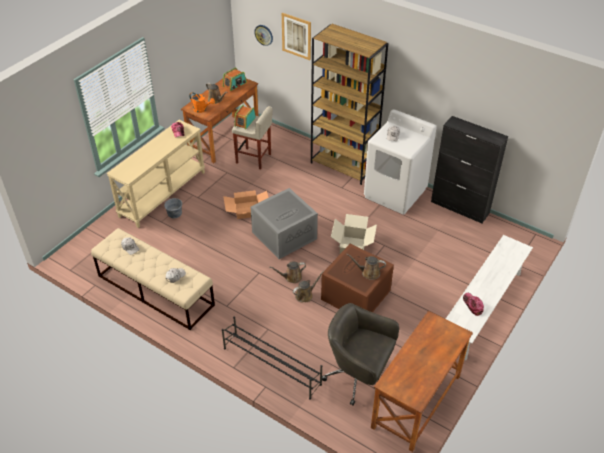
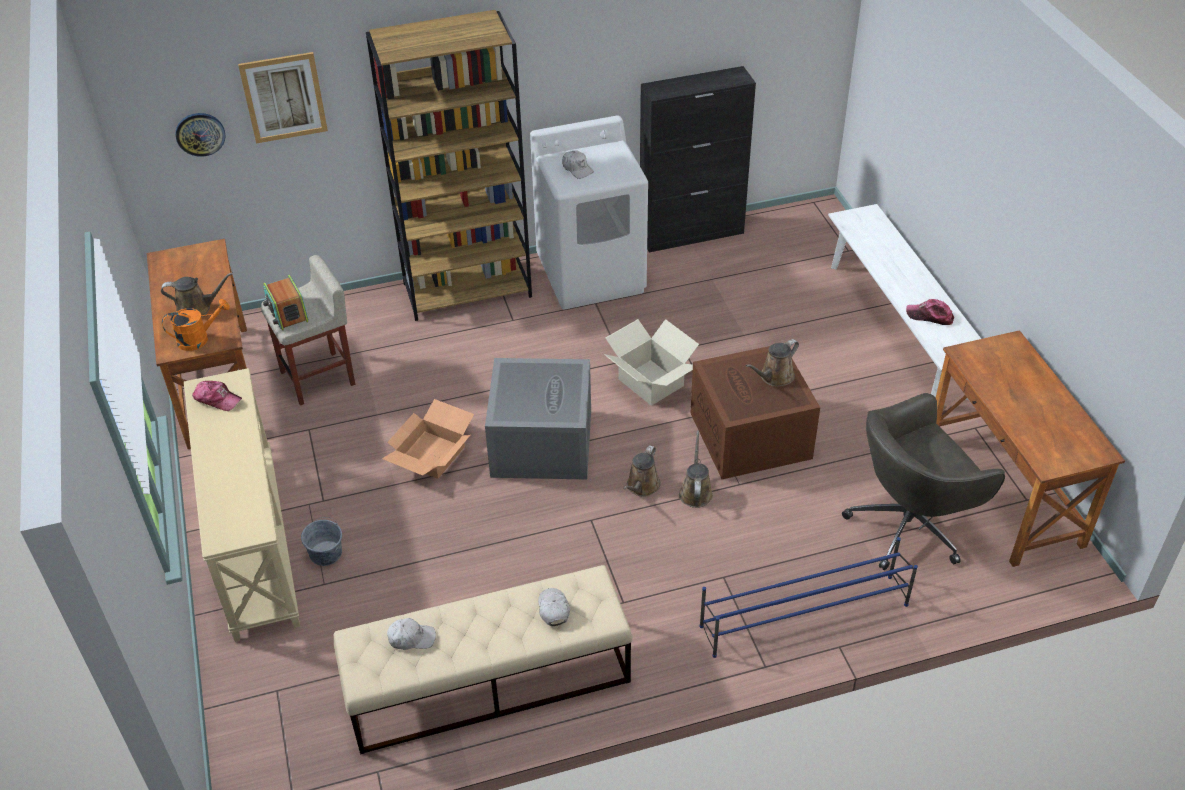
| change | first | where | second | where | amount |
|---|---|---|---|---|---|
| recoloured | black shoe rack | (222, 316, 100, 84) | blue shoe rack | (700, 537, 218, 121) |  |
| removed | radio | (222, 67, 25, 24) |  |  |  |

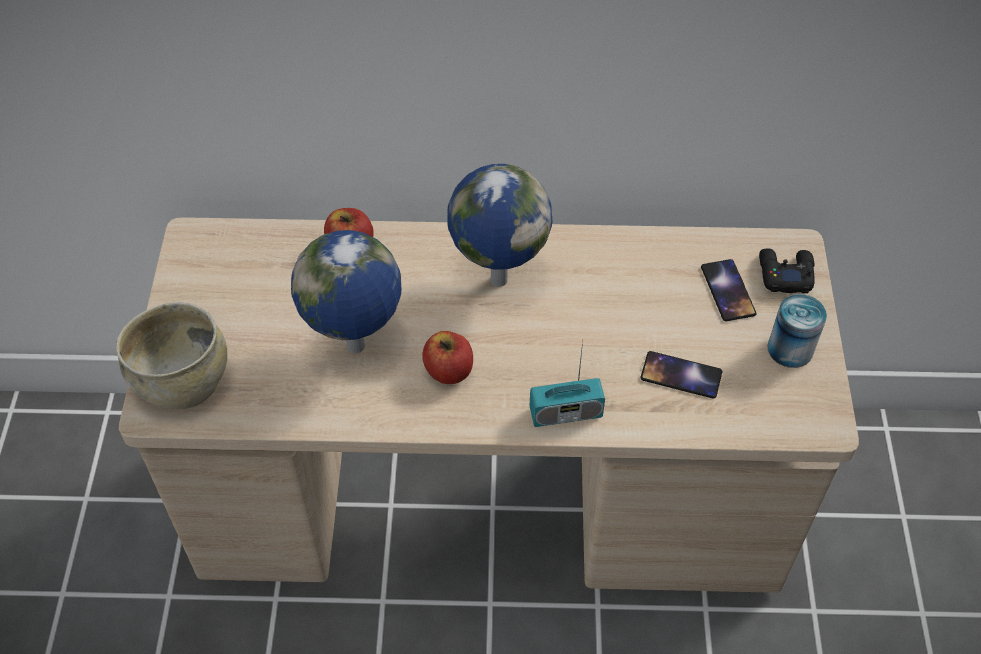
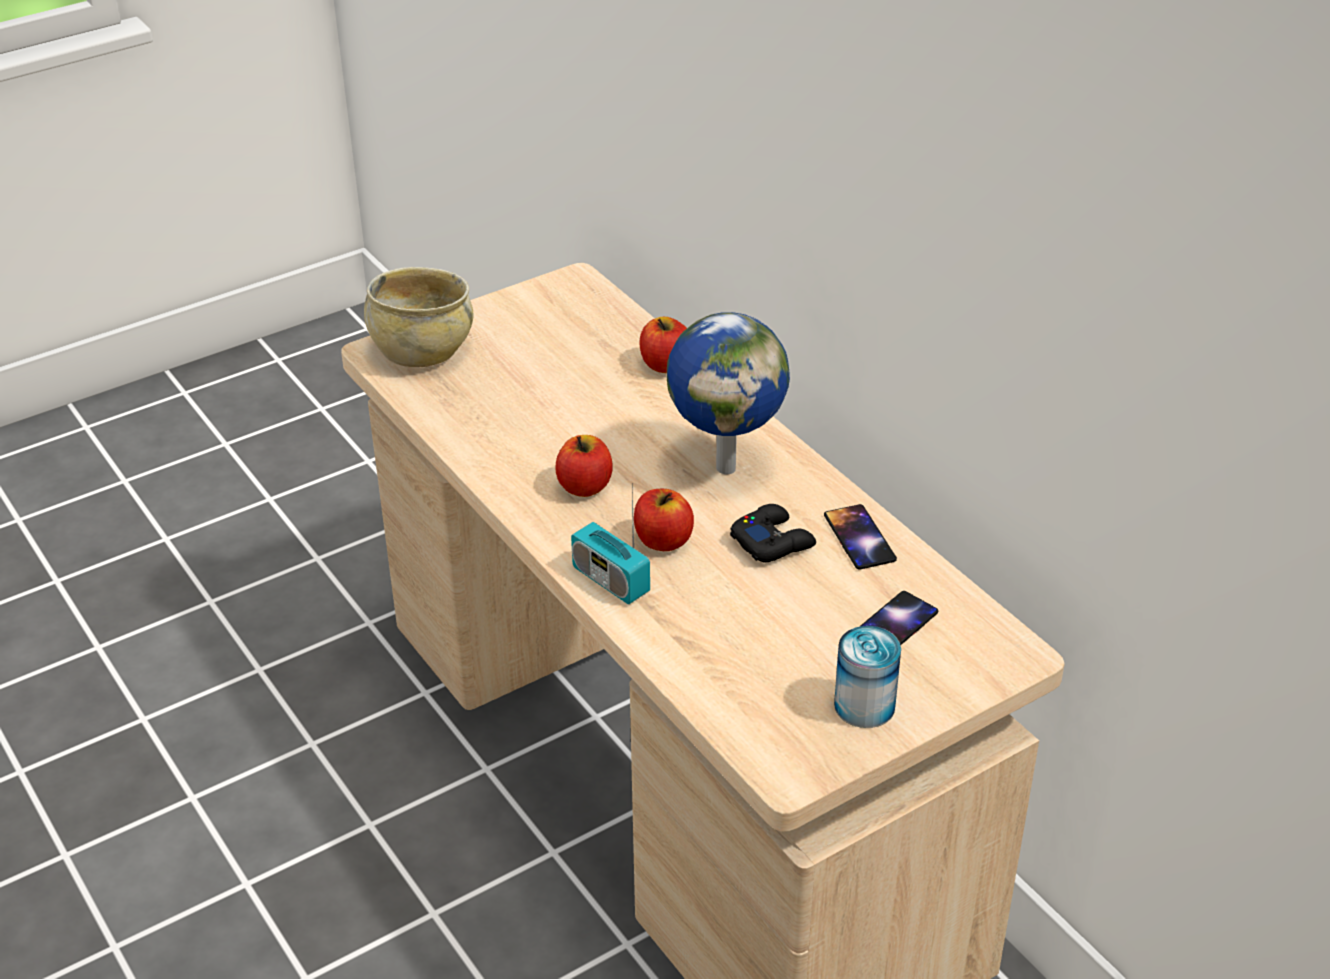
| change | first | where | second | where | amount |
|---|---|---|---|---|---|
| added |  |  | apple | (634, 489, 60, 62) |  |
| moved | black game controller | (759, 248, 56, 45) |  | (730, 504, 86, 58) |  |
| moved | phone | (640, 351, 82, 48) |  | (824, 504, 73, 66) |  |
| removed | globe | (291, 230, 110, 123) |  |  |  |

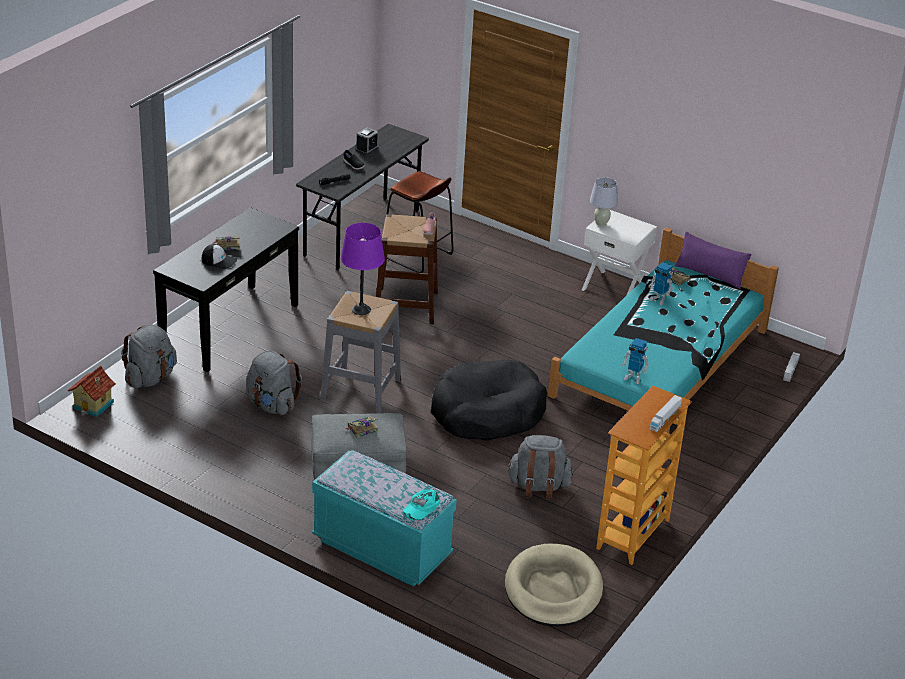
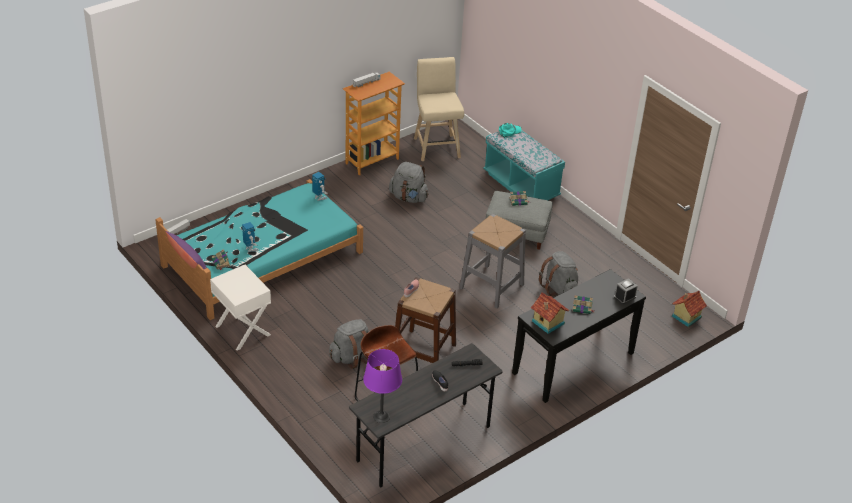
| change | first | where | second | where | amount |
|---|---|---|---|---|---|
| moved | grey backpack | (121, 324, 56, 64) |  | (329, 319, 40, 50) |  |
| moved | purple table lamp | (341, 223, 44, 92) |  | (363, 349, 39, 74) |  |
| replaced | beige dog bed | (505, 544, 98, 83) | beige stool | (414, 57, 50, 104) |  |
| added |  |  | toy house | (531, 292, 39, 42) |  |
| moved | alarm clock | (356, 127, 23, 28) |  | (614, 278, 24, 26) |  |
| removed | cap | (202, 244, 35, 25) |  |  |  |
| removed | black dog bed | (430, 359, 117, 82) |  |  |  |
| removed | white table lamp | (590, 177, 28, 49) |  |  |  |

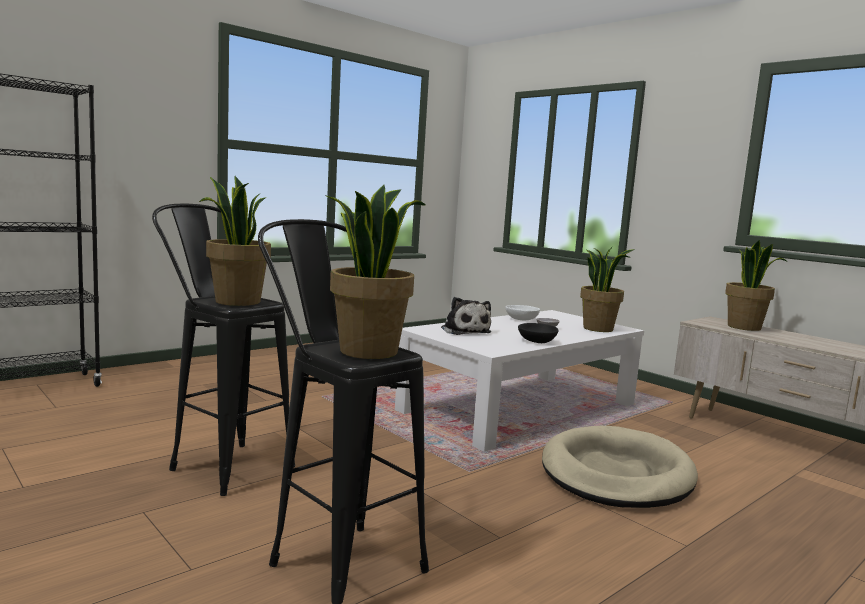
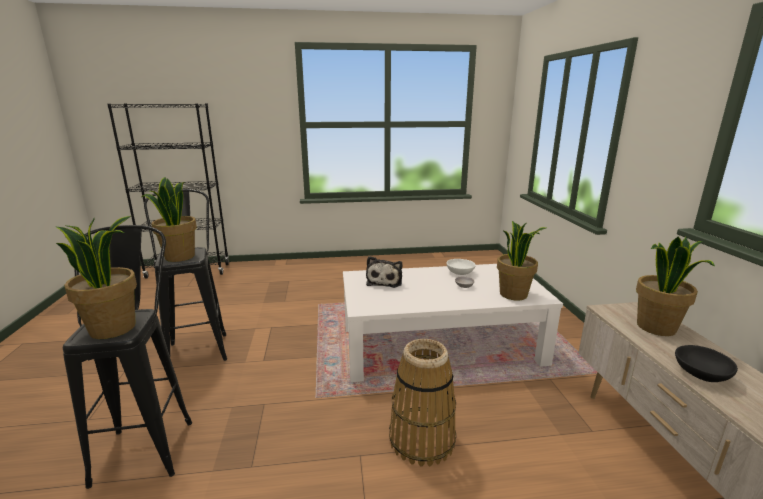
| change | first | where | second | where | amount |
|---|---|---|---|---|---|
| replaced | beige dog bed | (542, 426, 156, 82) | basket | (389, 339, 67, 127) |  |
| moved | black bowl | (518, 323, 40, 20) |  | (675, 345, 63, 37) |  |

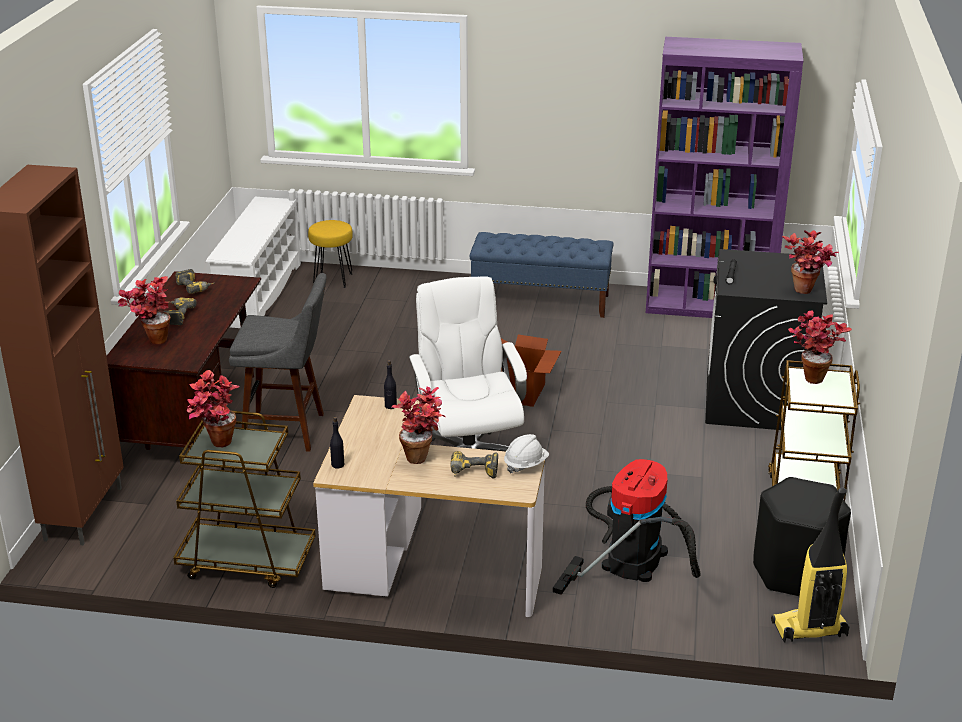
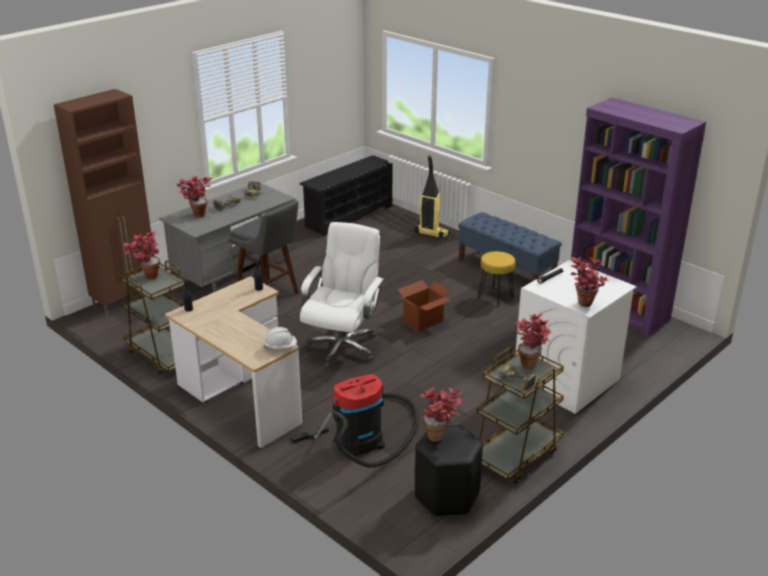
| change | first | where | second | where | amount |
|---|---|---|---|---|---|
| recoloured | brown desk | (106, 271, 155, 179) | grey desk | (159, 183, 137, 109) |  |
| recoloured | white shoe rack | (206, 197, 95, 131) | black shoe rack | (300, 155, 92, 81) |  |
| moved | vacuum cleaner | (771, 488, 79, 155) |  | (415, 155, 35, 84) |  |
| moved | potted plant | (392, 386, 53, 78) |  | (420, 387, 43, 55) |  |
| moved | yellow stool | (308, 220, 45, 68) |  | (478, 251, 37, 56) |  |
| moved | power drill | (451, 451, 47, 28) |  | (497, 364, 39, 27) |  |
| recoloured | black washing machine | (705, 249, 122, 181) | white washing machine | (515, 260, 122, 154) |  |

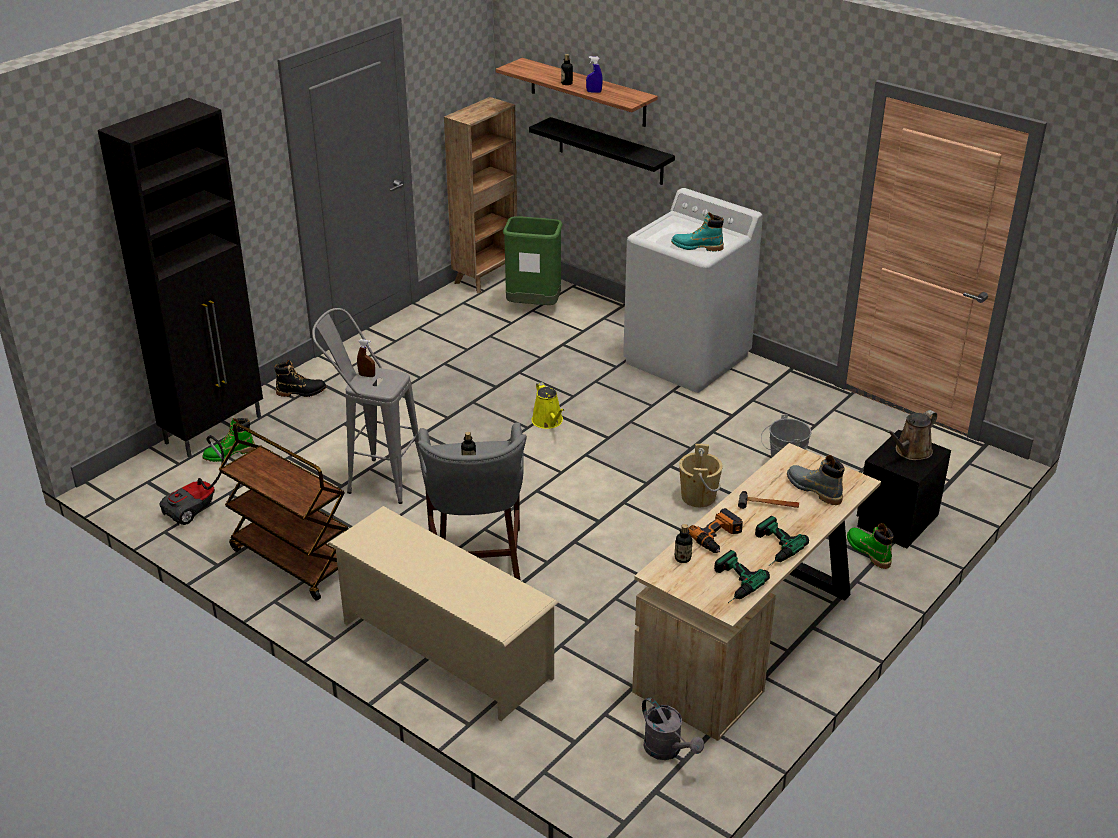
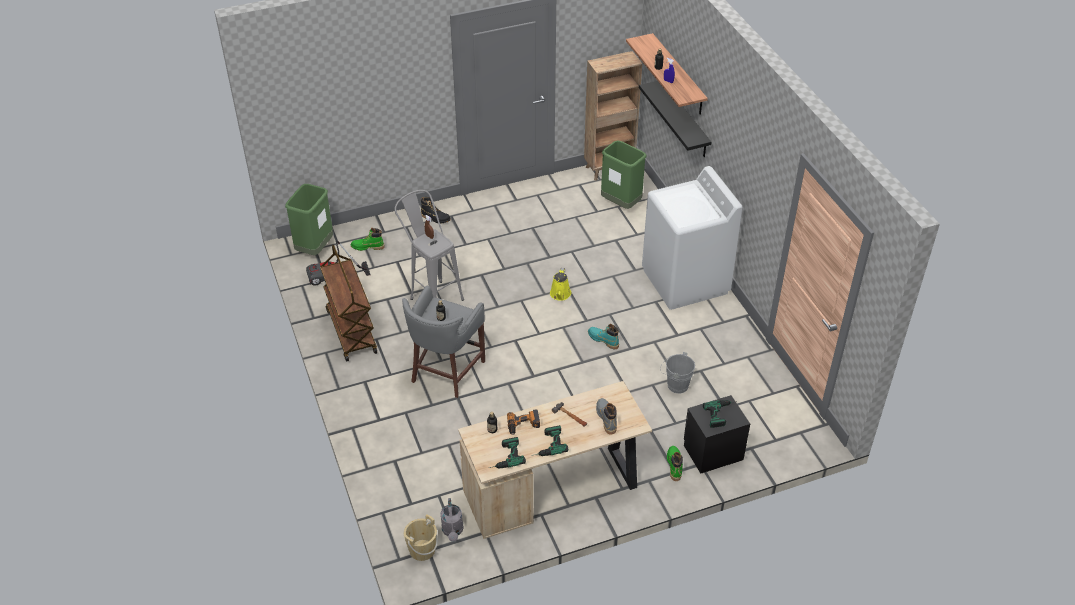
| change | first | where | second | where | amount |
|---|---|---|---|---|---|
| added |  |  | green trash can | (285, 184, 48, 71) |  |
| moved | beige bucket | (679, 444, 44, 63) |  | (404, 514, 34, 47) |  |
| moved | turquoise boot | (671, 212, 53, 40) |  | (588, 324, 31, 25) |  |
| replaced | brown watering can | (886, 410, 51, 50) | power drill | (703, 400, 34, 28) |  |
| removed | black cabinet | (98, 98, 165, 360) |  |  |  |
| removed | beige shoe rack | (328, 506, 231, 215) |  |  |  |

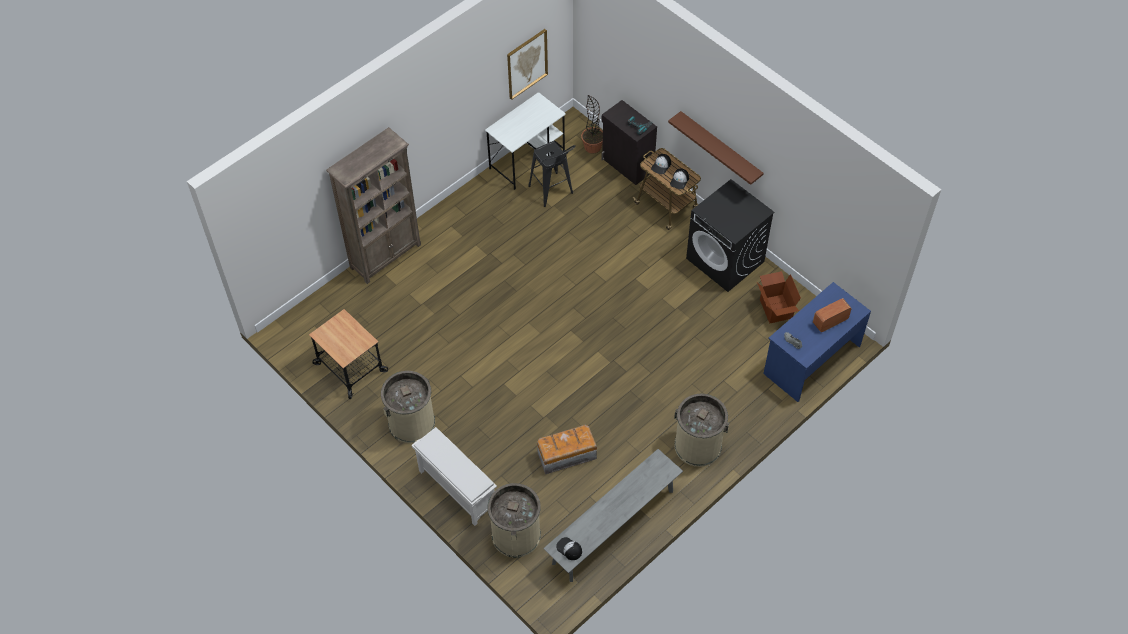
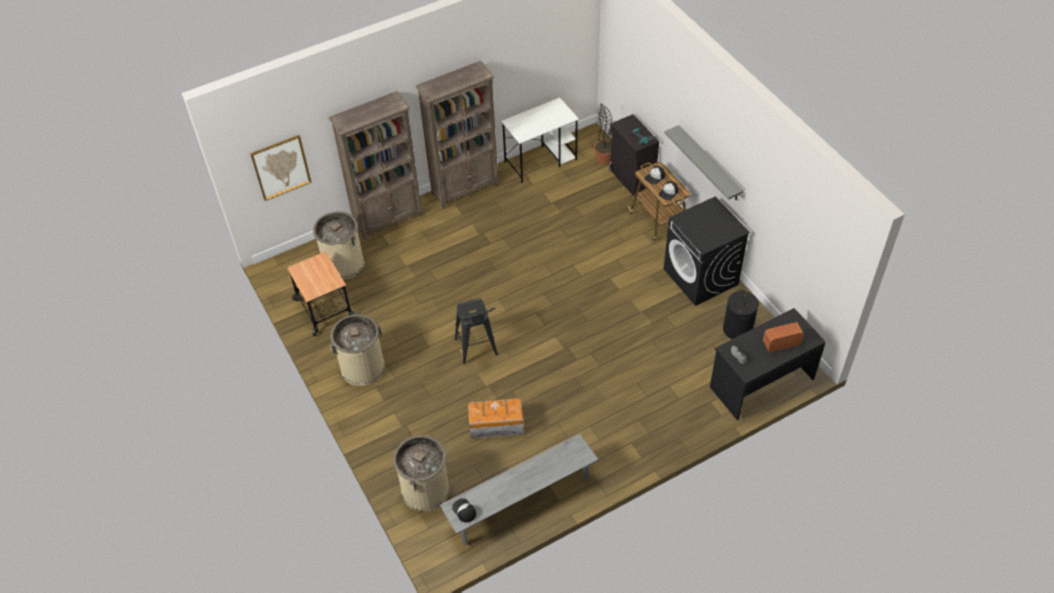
| change | first | where | second | where | amount |
|---|---|---|---|---|---|
| moved | picture | (507, 29, 41, 71) |  | (250, 135, 62, 66) |  |
| moved | beige trash can | (674, 394, 55, 73) |  | (313, 211, 51, 68) |  |
| added |  |  | brown bookcase | (415, 61, 84, 148) |  |
| moved | black stool | (528, 141, 48, 66) |  | (455, 298, 43, 66) |  |
| recoloured | brown shelf | (668, 111, 95, 74) | grey shelf | (664, 125, 80, 75) |  |
| recoloured | blue desk | (763, 282, 108, 120) | black desk | (710, 308, 116, 112) |  |
| replaced | cardboard box | (757, 271, 44, 52) | black laundry basket | (723, 289, 36, 50) |  |
| removed | white shoe rack | (412, 427, 85, 99) |  |  |  |

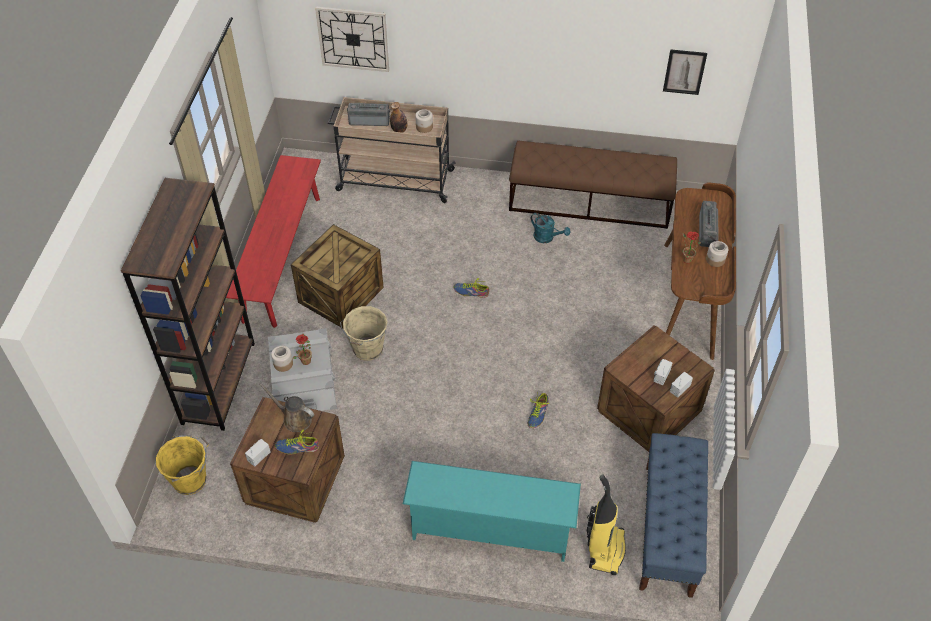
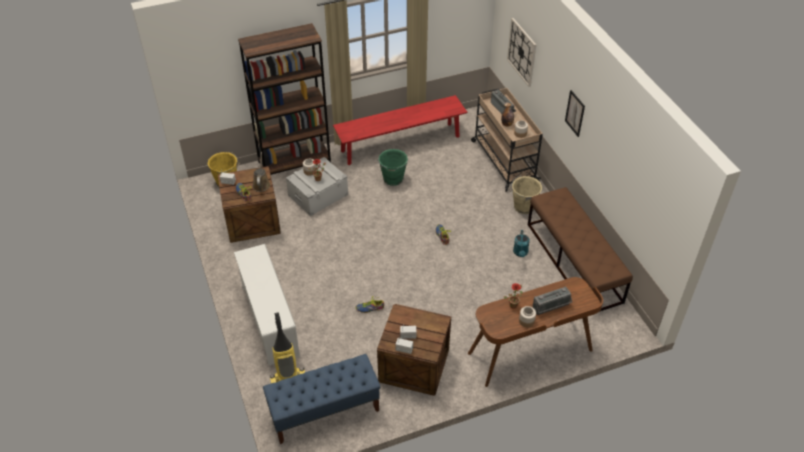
| change | first | where | second | where | amount |
|---|---|---|---|---|---|
| recoloured | turquoise shoe rack | (403, 461, 178, 101) | white shoe rack | (234, 244, 66, 121) |  |
| replaced | crate | (291, 224, 93, 104) | green bucket | (377, 149, 31, 37) |  |
| moved | beige bucket | (340, 306, 48, 55) |  | (509, 176, 33, 38) |  |
| moved | picture | (663, 49, 44, 46) |  | (565, 90, 20, 47) |  |

